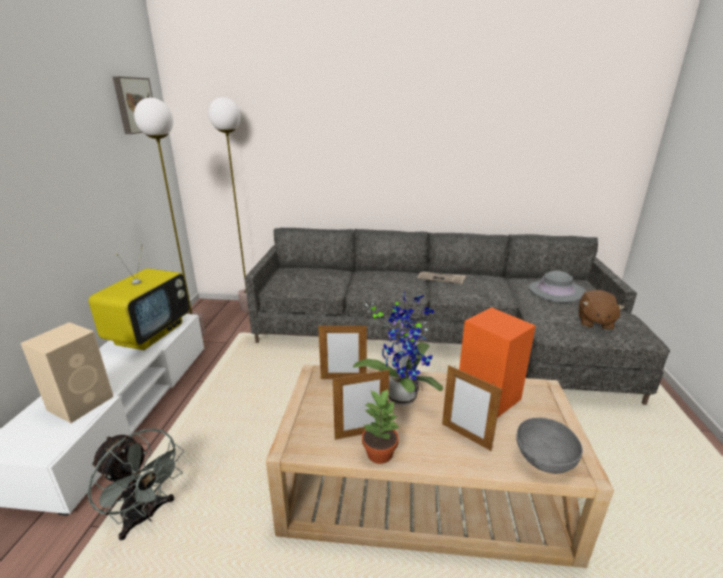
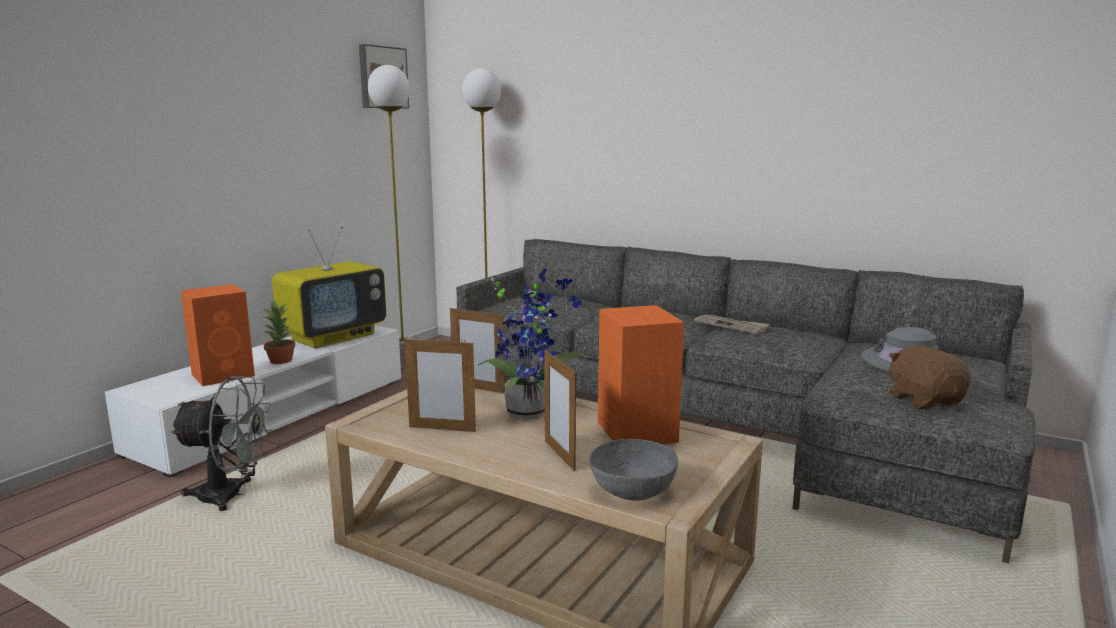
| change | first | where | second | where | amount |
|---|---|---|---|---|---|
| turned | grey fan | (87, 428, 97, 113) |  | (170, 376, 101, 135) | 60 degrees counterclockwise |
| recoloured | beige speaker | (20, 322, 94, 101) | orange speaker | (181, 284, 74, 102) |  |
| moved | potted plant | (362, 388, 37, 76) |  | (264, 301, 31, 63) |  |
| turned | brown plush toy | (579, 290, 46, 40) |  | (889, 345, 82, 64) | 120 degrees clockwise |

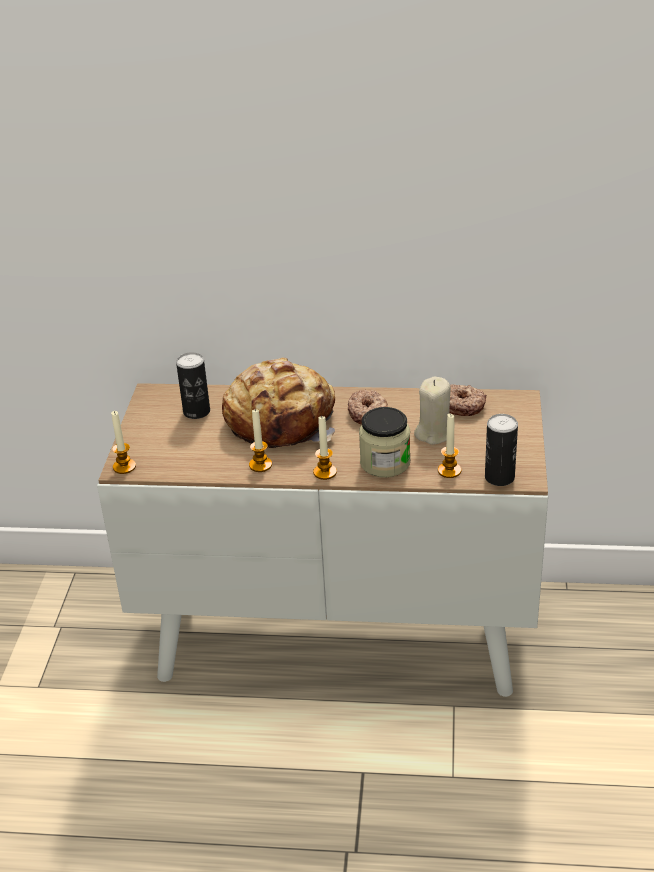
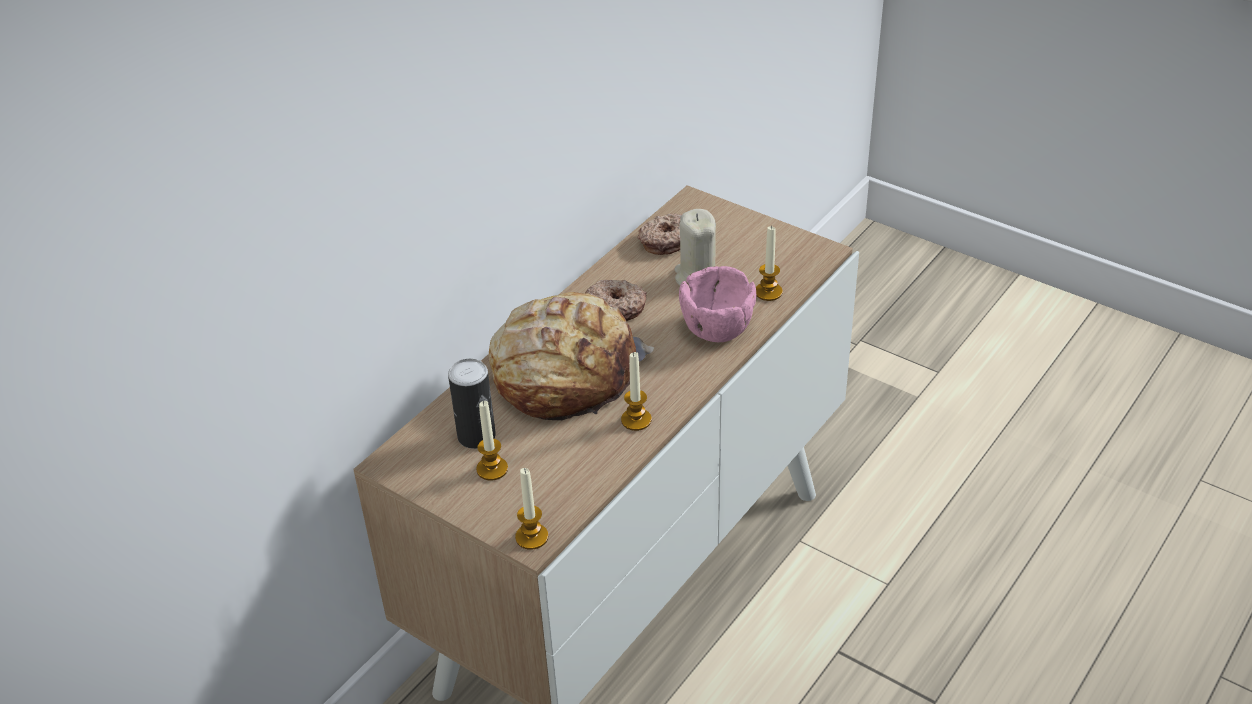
| change | first | where | second | where | amount |
|---|---|---|---|---|---|
| moved | candle | (313, 416, 24, 64) |  | (476, 401, 32, 80) |  |
| replaced | jar | (359, 407, 51, 70) | pink bowl | (679, 266, 77, 76) |  |
| removed | can | (485, 414, 33, 72) |  |  |  |

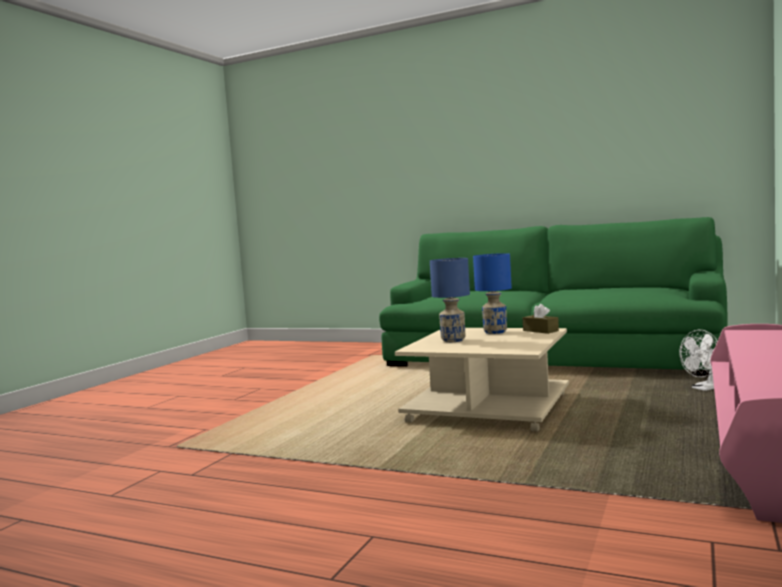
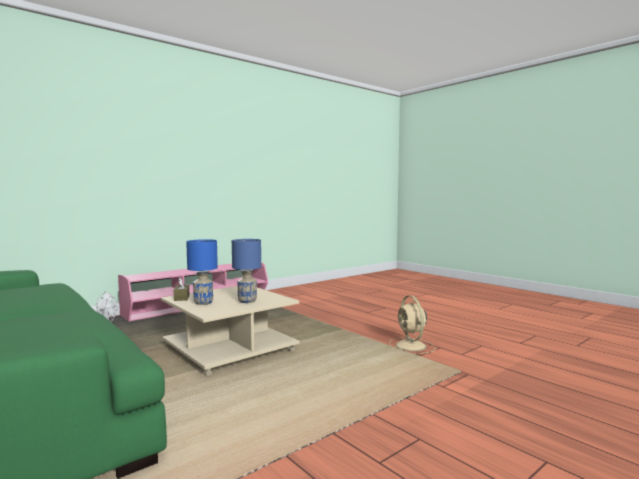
| change | first | where | second | where | amount |
|---|---|---|---|---|---|
| added |  |  | beige fan | (389, 295, 47, 59) |  |

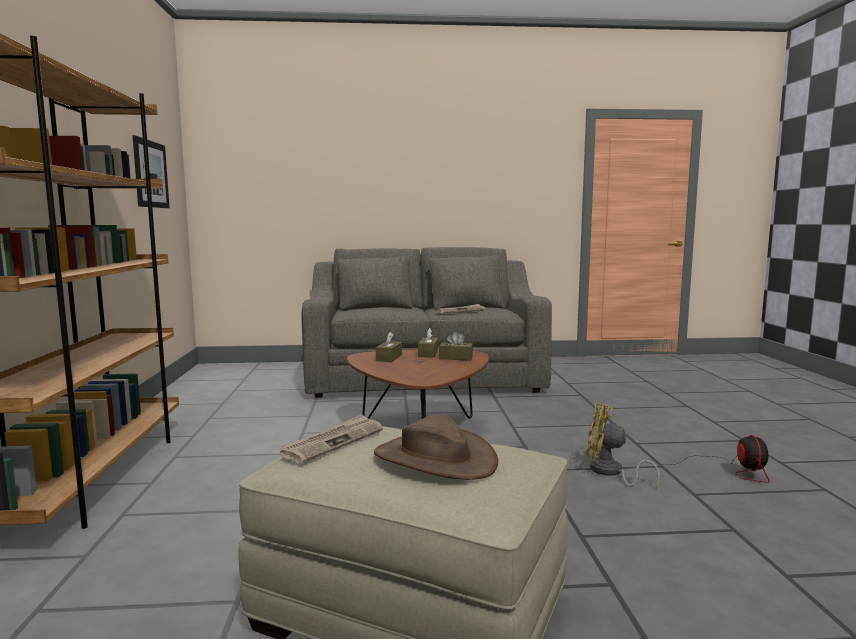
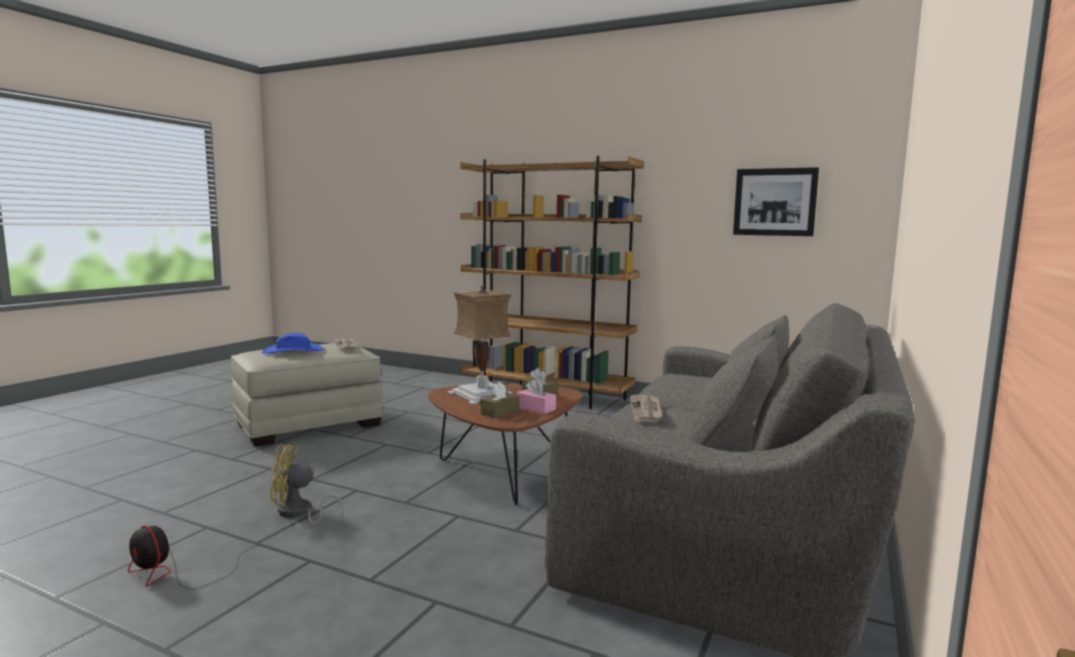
| change | first | where | second | where | amount |
|---|---|---|---|---|---|
| recoloured | brown hat | (374, 415, 124, 65) | blue hat | (262, 333, 62, 21) |  |
| turned | yellow fan | (587, 403, 73, 87) |  | (270, 444, 74, 81) | 150 degrees counterclockwise |
| added |  |  | table lamp | (447, 286, 66, 118) |  |
| recoloured | brown tissue box | (418, 328, 20, 29) | pink tissue box | (517, 379, 39, 35) |  |

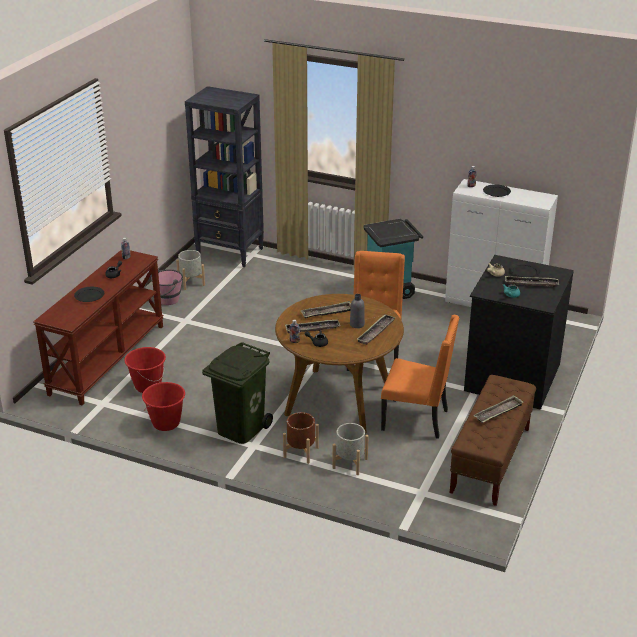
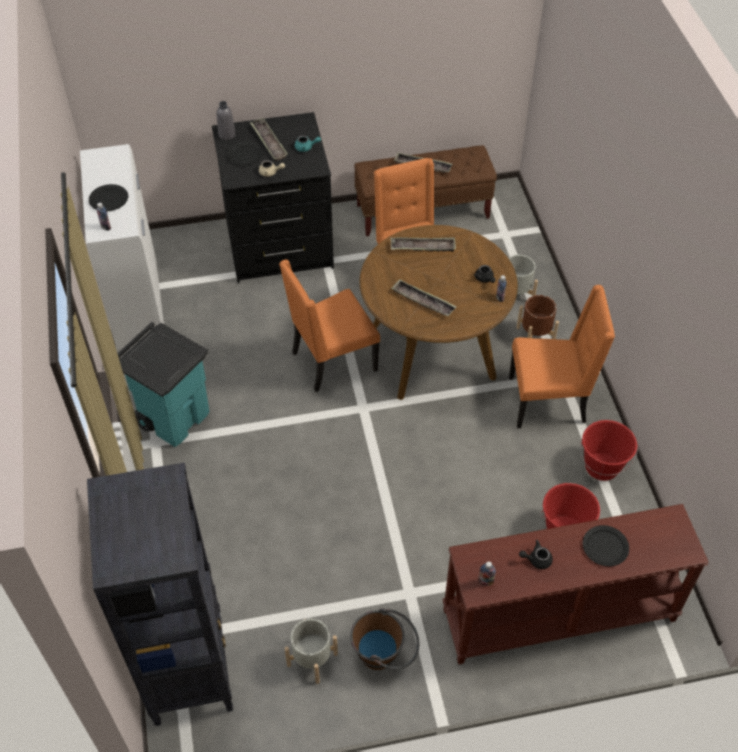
| change | first | where | second | where | amount |
|---|---|---|---|---|---|
| moved | grey bottle | (350, 294, 15, 34) |  | (216, 101, 19, 39) |  |
| recoloured | pink bucket | (144, 269, 39, 36) | brown bucket | (350, 608, 69, 62) |  |
| replaced | green trash can | (202, 342, 71, 102) | orange chair | (509, 285, 106, 143) |  |
| removed | tray | (285, 320, 55, 13) |  |  |  |

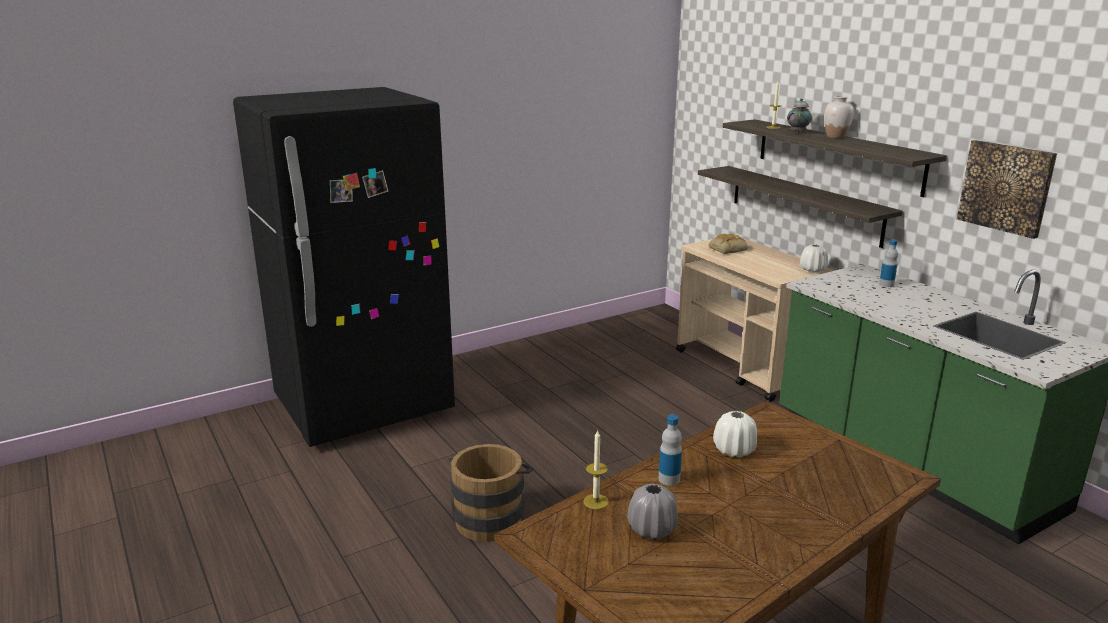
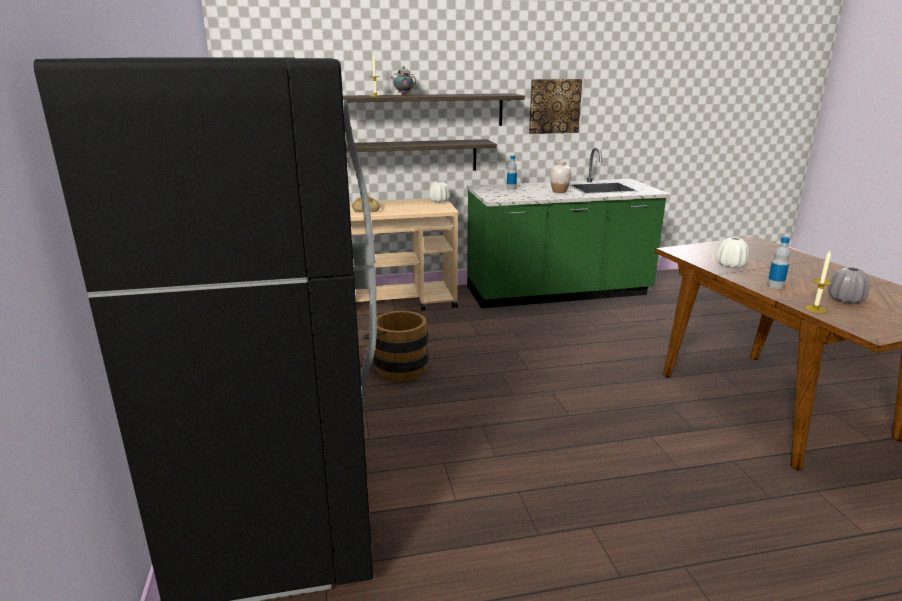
| change | first | where | second | where | amount |
|---|---|---|---|---|---|
| moved | brown bucket | (448, 444, 85, 98) |  | (362, 311, 67, 70) |  |
| moved | white vase | (824, 96, 30, 42) |  | (550, 161, 21, 32) |  |

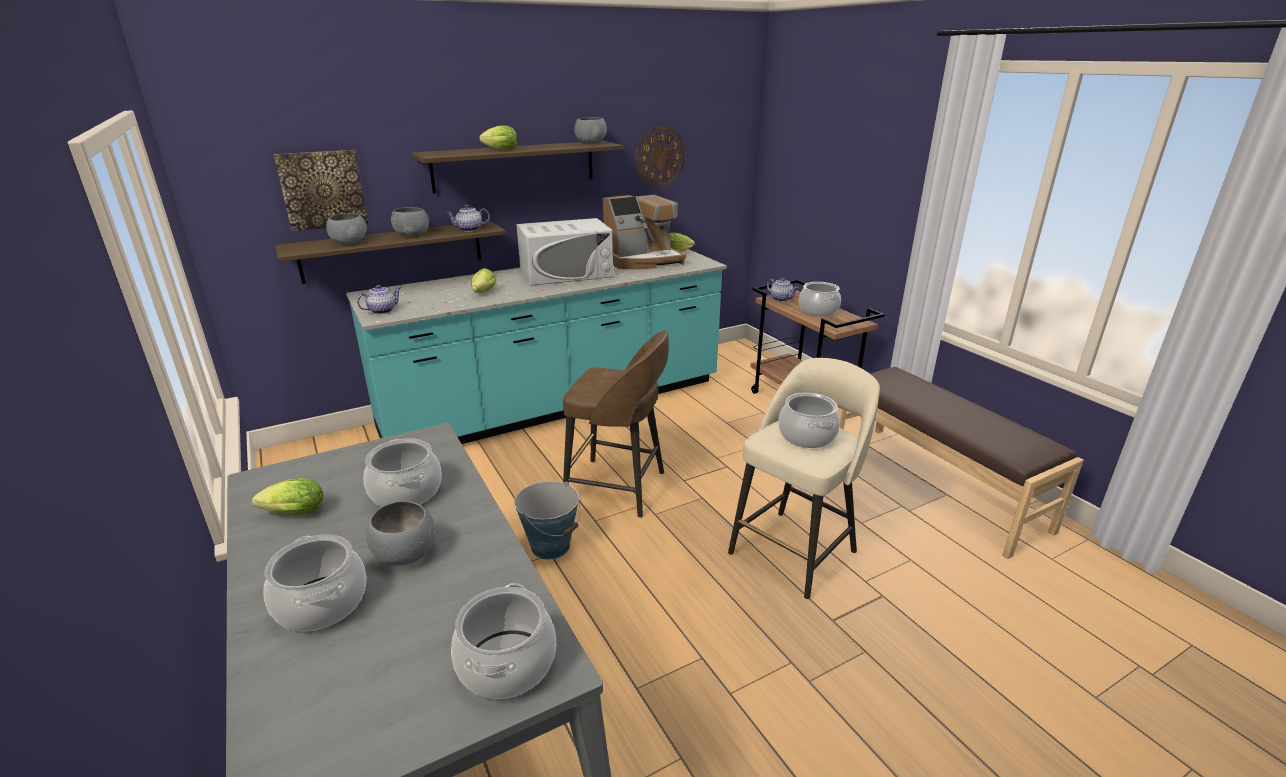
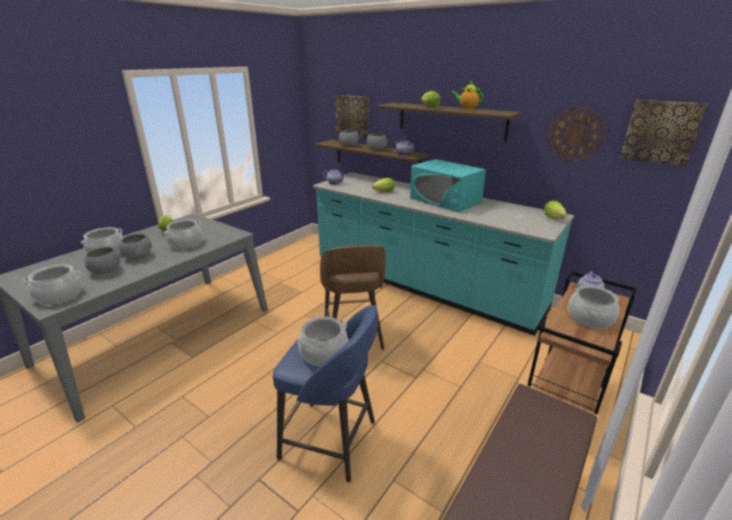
| change | first | where | second | where | amount |
|---|---|---|---|---|---|
| moved | grey bowl | (574, 117, 33, 27) |  | (85, 247, 35, 27) |  |
| recoloured | beige stool | (728, 358, 152, 241) | blue stool | (273, 305, 105, 177) |  |
| recoloured | white microwave | (516, 218, 97, 68) | turquoise microwave | (410, 159, 76, 53) |  |
| added |  |  | teapot | (451, 81, 32, 29) |  |
| added |  |  | picture | (620, 100, 88, 66) |  |
| removed | bucket | (515, 481, 66, 79) |  |  |  |
| removed | coffee machine | (603, 195, 83, 74) |  |  |  |

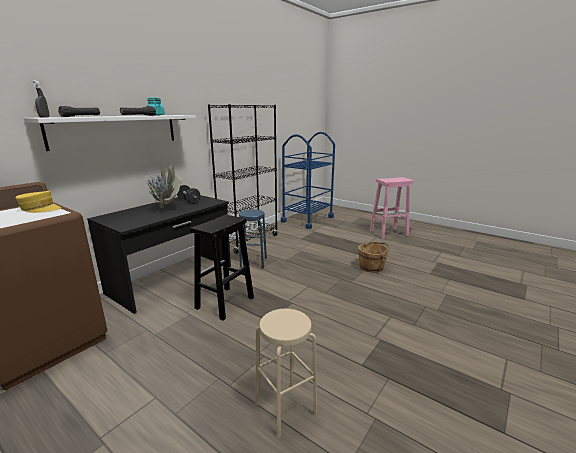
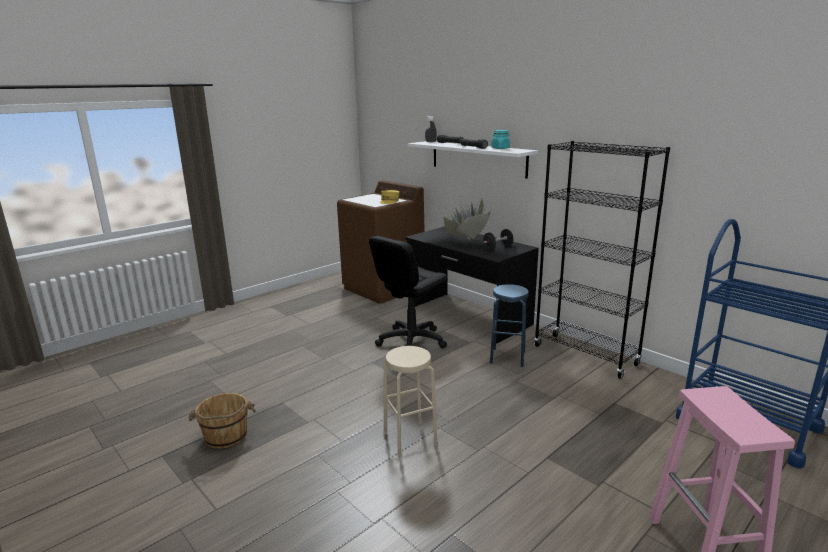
| change | first | where | second | where | amount |
|---|---|---|---|---|---|
| moved | brown bucket | (358, 242, 31, 31) |  | (189, 393, 67, 56) |  |
| replaced | black stool | (190, 215, 64, 106) | black office chair | (369, 236, 79, 112) |  |
| moved | beige stool | (255, 309, 62, 129) |  | (384, 346, 54, 111) |  |

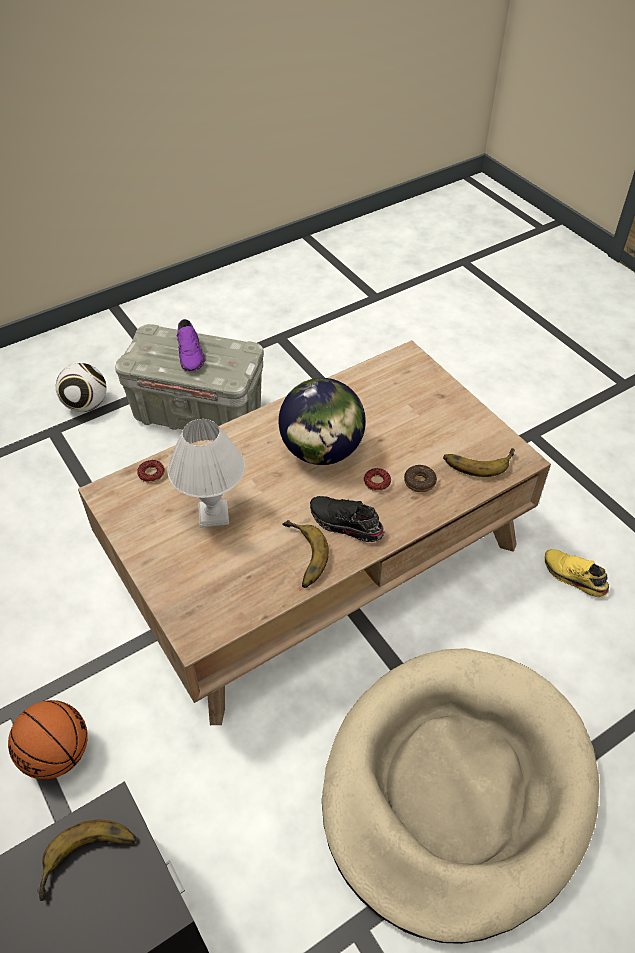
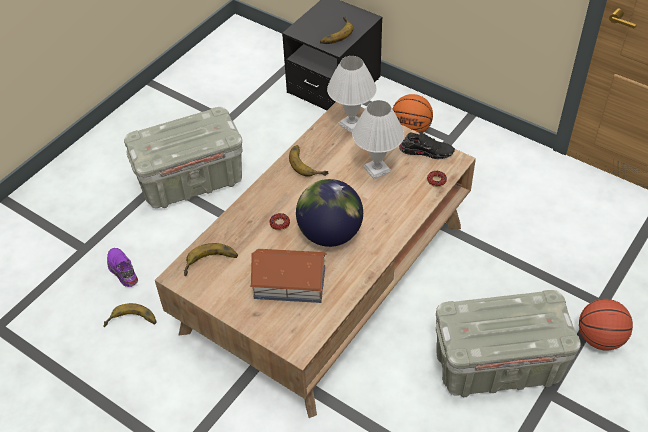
| change | first | where | second | where | amount |
|---|---|---|---|---|---|
| replaced | yellow shoe | (545, 549, 64, 48) | banana | (103, 303, 53, 24) |  |
| moved | purple shoe | (177, 319, 28, 52) |  | (107, 248, 31, 39) |  |
| replaced | beige dog bed | (322, 648, 277, 296) | grey storage box | (124, 107, 119, 101) |  |
| added |  |  | toy house | (250, 249, 77, 54) |  |
| added |  |  | white table lamp | (327, 56, 50, 78) |  |
| moved | black shoe | (310, 496, 75, 46) |  | (399, 132, 56, 27) |  |
| replaced | football | (56, 363, 51, 49) | basketball | (579, 299, 54, 51) |  |
| removed | donut | (404, 465, 33, 27) |  |  |  |

